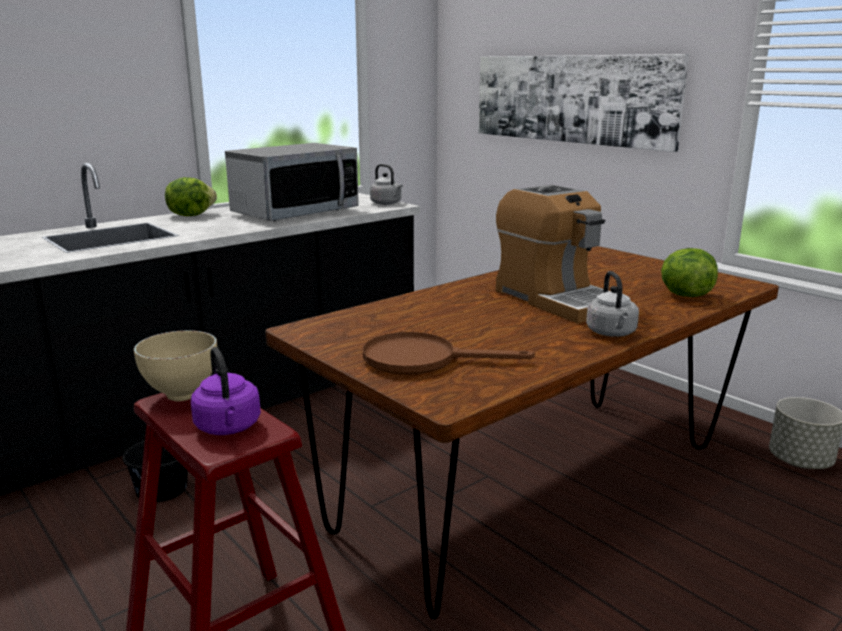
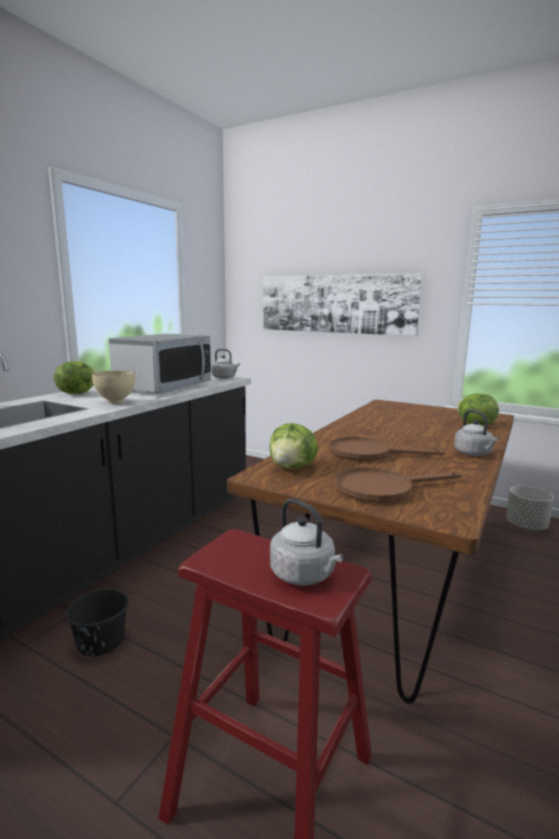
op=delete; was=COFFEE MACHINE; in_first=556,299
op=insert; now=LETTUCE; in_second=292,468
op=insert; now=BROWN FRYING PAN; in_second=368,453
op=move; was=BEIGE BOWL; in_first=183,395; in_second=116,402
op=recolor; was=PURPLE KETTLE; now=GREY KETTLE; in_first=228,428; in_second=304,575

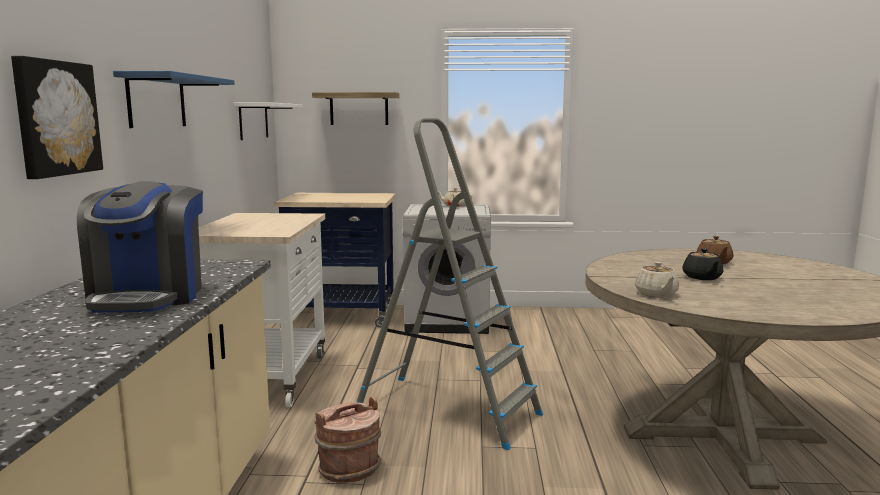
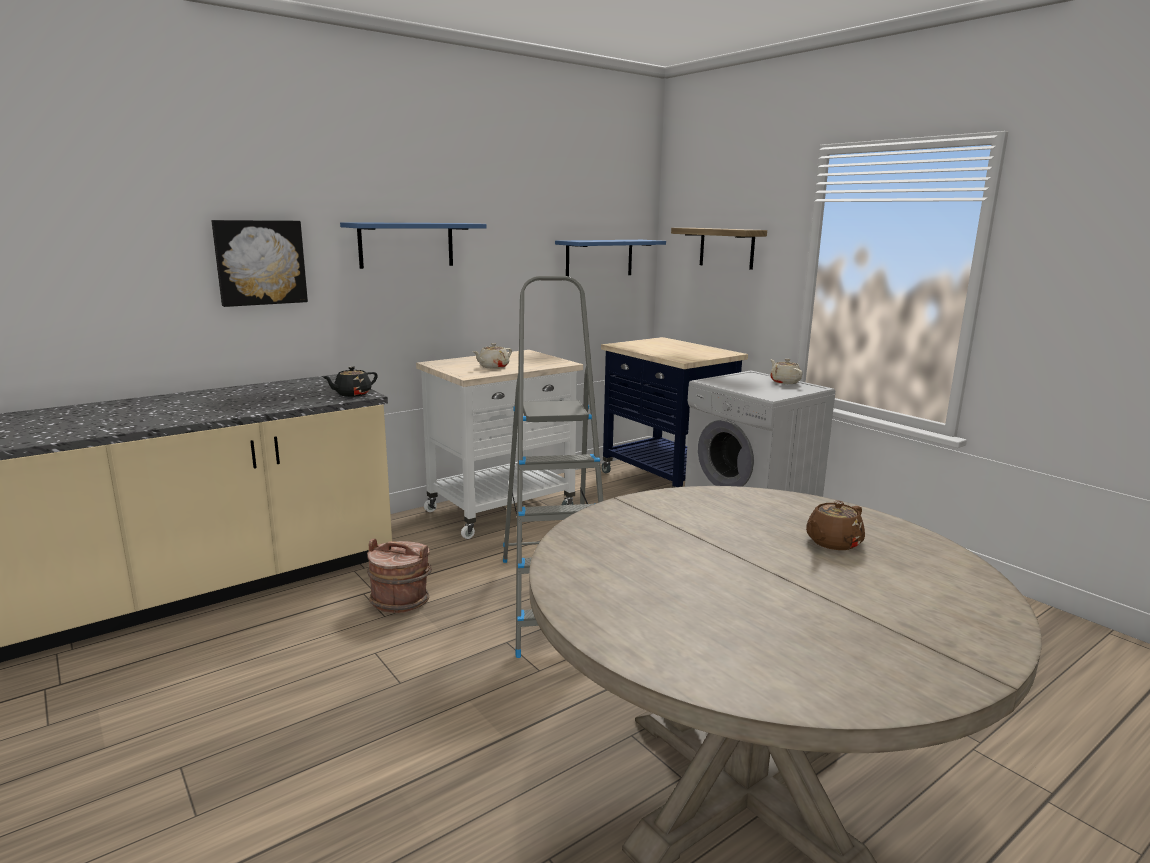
op=delete; was=COFFEE MACHINE; in_first=148,296
op=move; was=BEIGE TEAPOT; in_first=656,294; in_second=493,367
op=move; was=BLACK TEAPOT; in_first=702,278; in_second=352,394
op=recolor; was=WHITE SHELF; now=BLUE SHELF; in_first=253,121; in_second=599,258

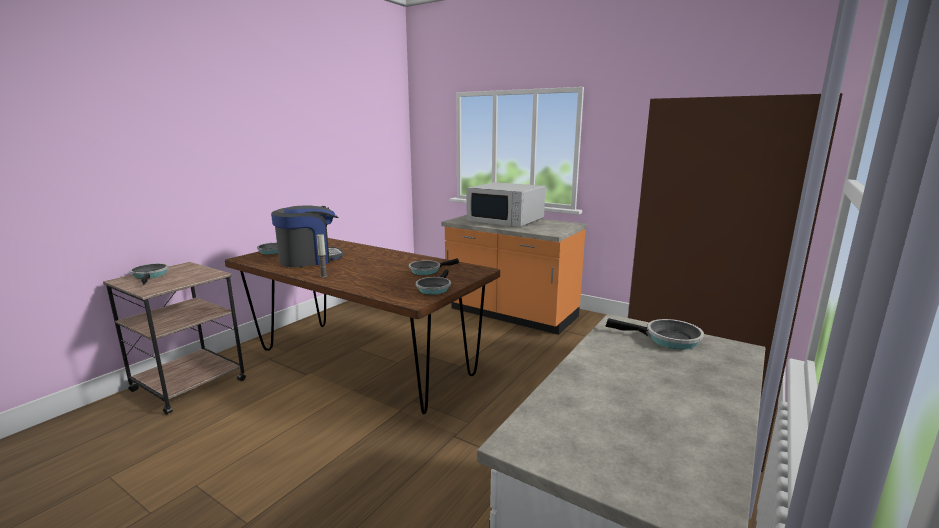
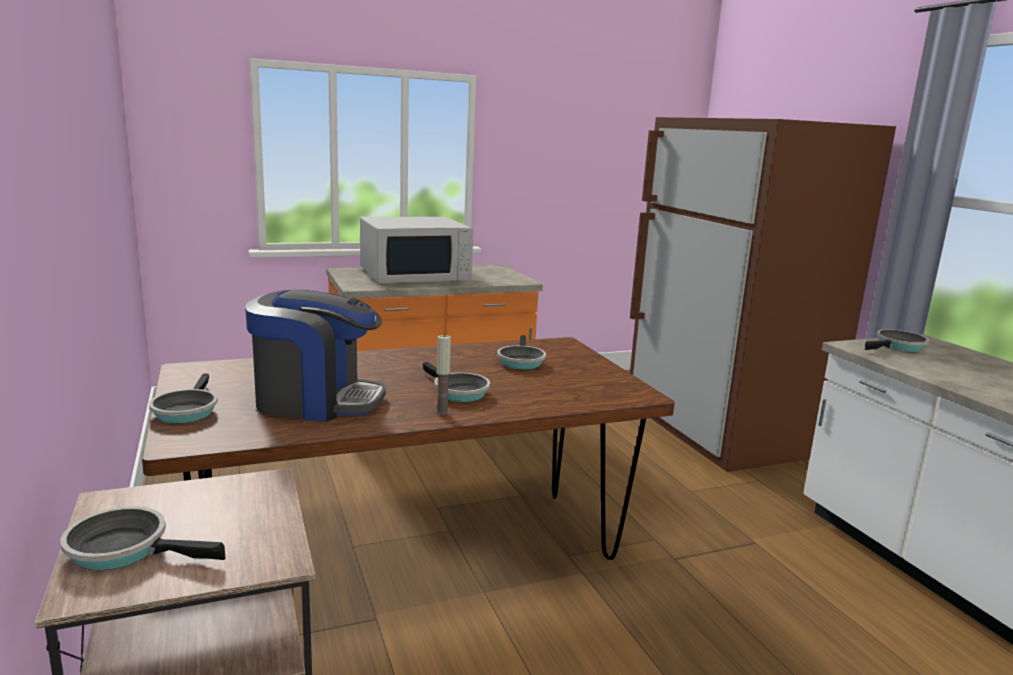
op=move; was=FRYING PAN; in_first=434,288; in_second=458,392
op=rotate; was=COFFEE MACHINE; in_first=309,259; in_second=316,401; clockwise=90

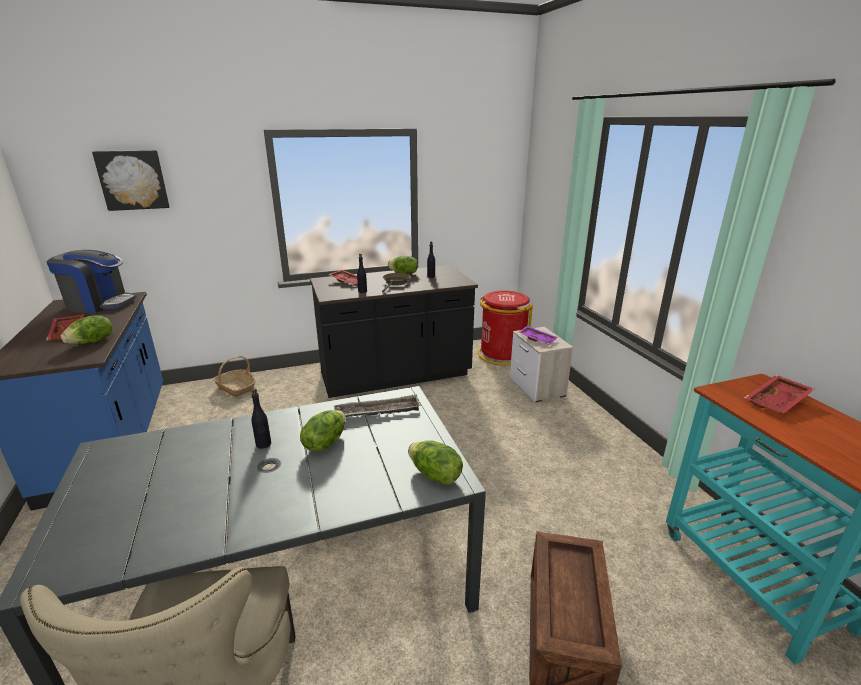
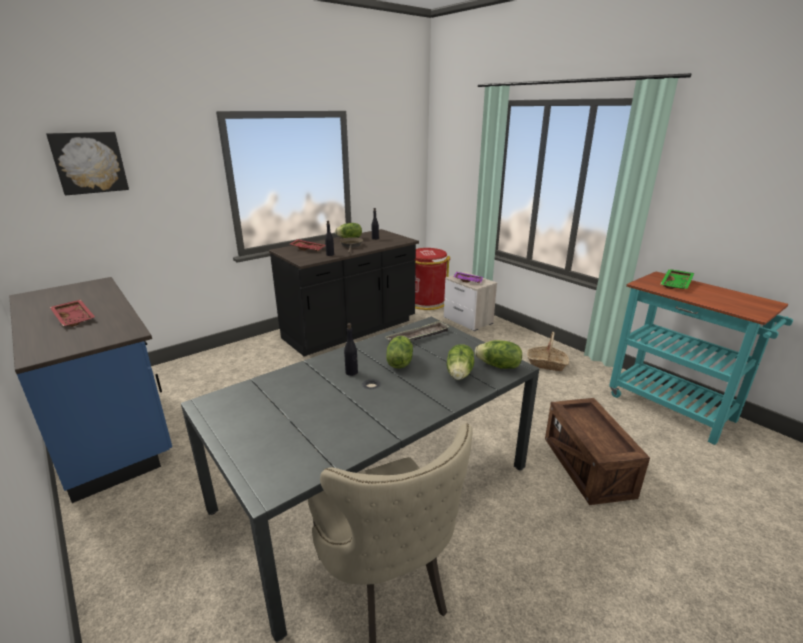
op=delete; was=COFFEE MACHINE; in_first=100,304
op=move; was=LETTUCE; in_first=92,342; in_second=460,374
op=move; was=BASKET; in_first=236,388; in_second=546,364
op=recolor; was=RED TRAY; now=GREEN TRAY; in_first=778,402; in_second=677,284

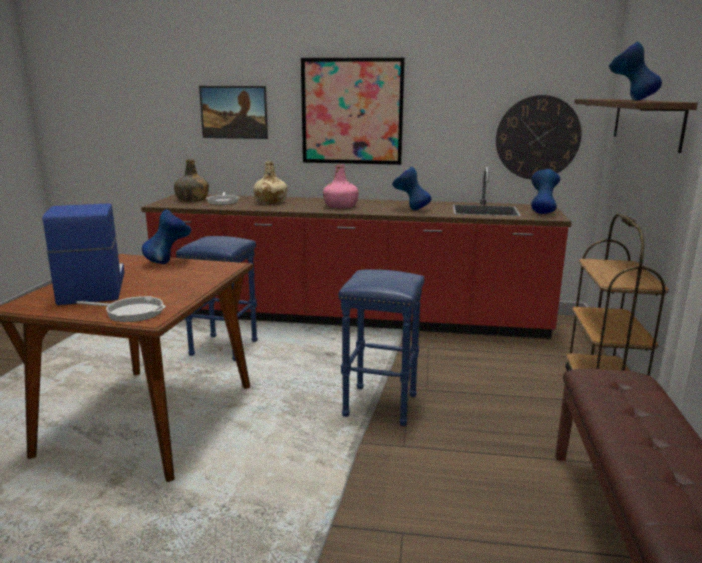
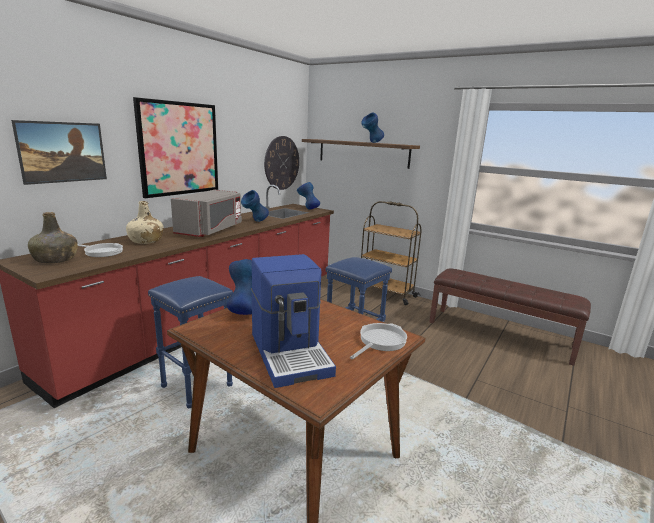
op=replace; was=PINK BOTTLE; now=GREY MICROWAVE; in_first=340,206; in_second=210,230
op=rotate; was=COFFEE MACHINE; in_first=91,288; in_second=291,353; clockwise=-120

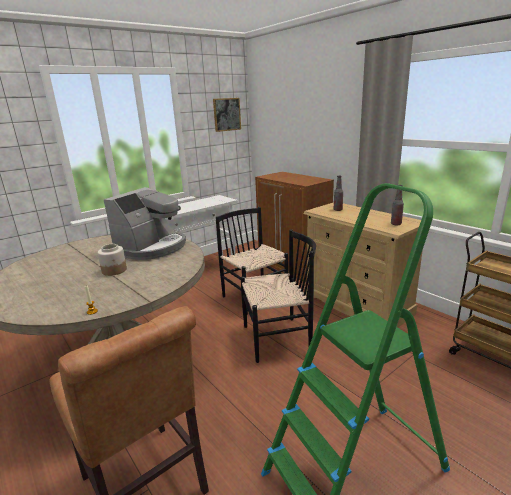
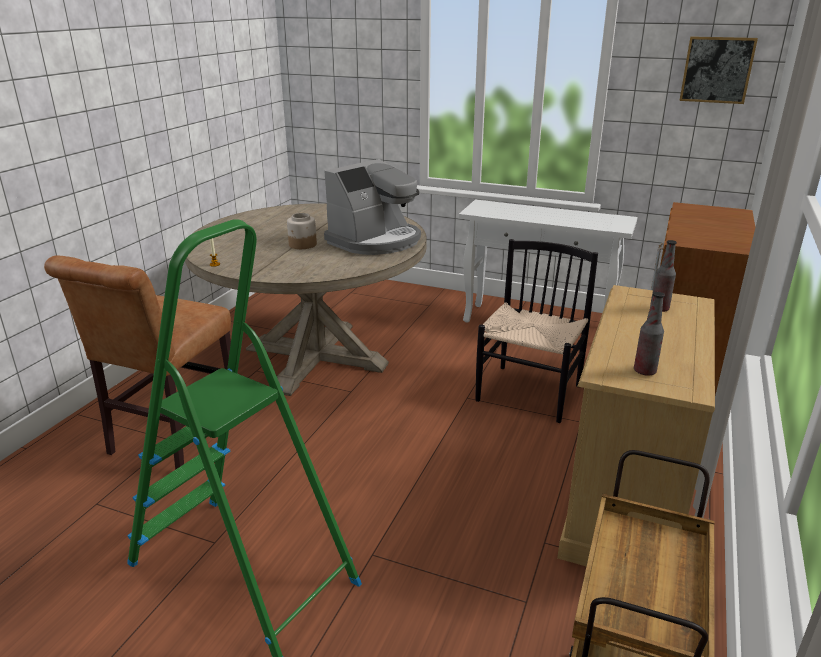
op=delete; was=BLACK CHAIR; in_first=279,339
op=rotate; was=COFFEE MACHINE; in_first=152,248; in_second=375,241; clockwise=-45

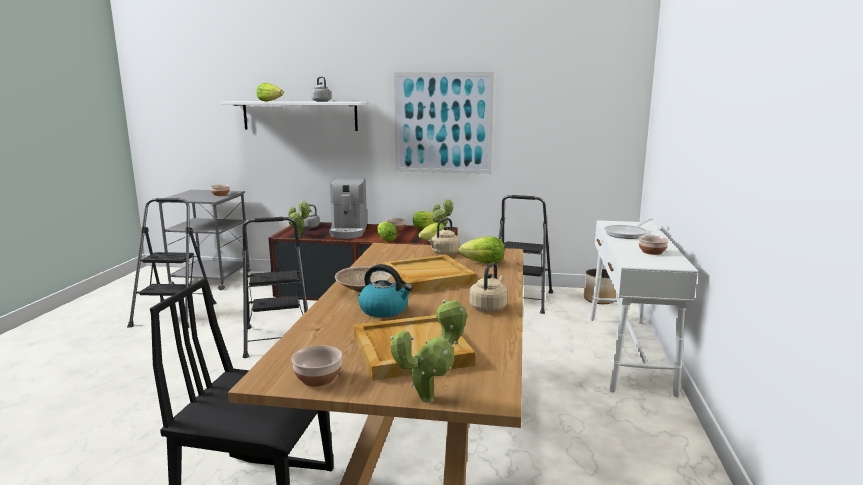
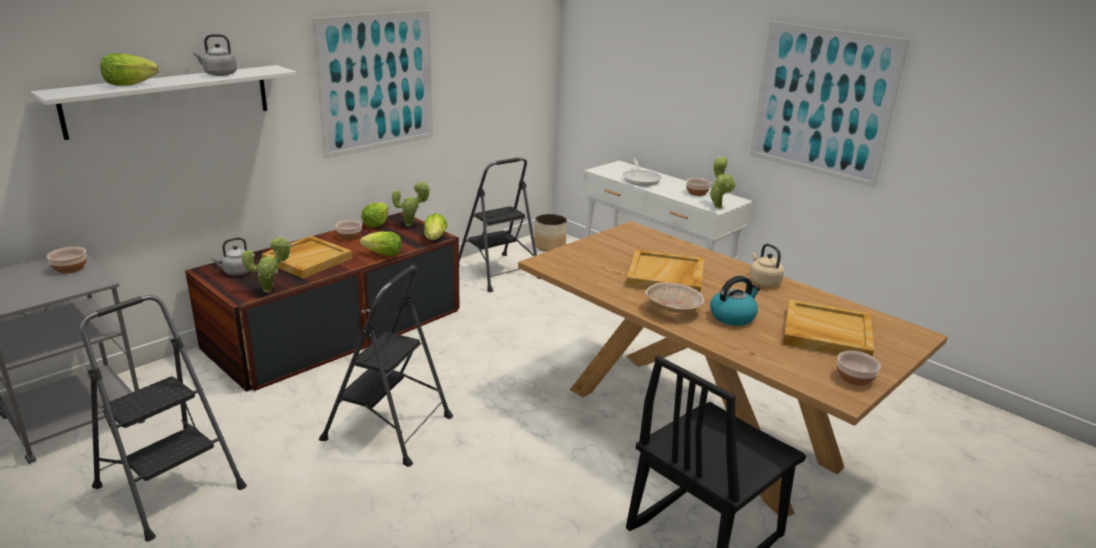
op=delete; was=BEIGE KETTLE; in_first=444,253
op=delete; was=LETTUCE; in_first=484,263
op=insert; now=PICTURE; in_second=822,102
op=move; was=POTTED PLANT; in_first=431,397; in_second=718,206
op=replace; was=COFFEE MACHINE; now=BEIGE TRAY; in_first=348,231; in_second=307,259

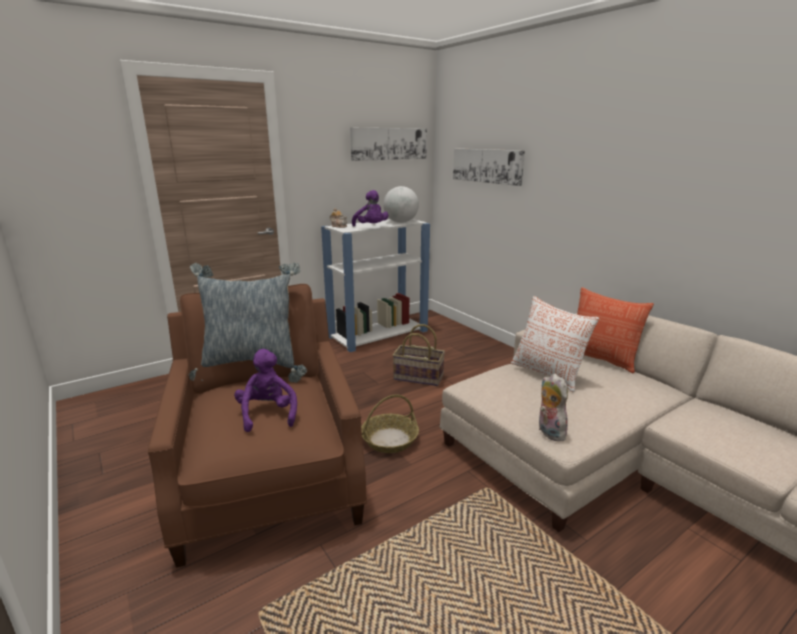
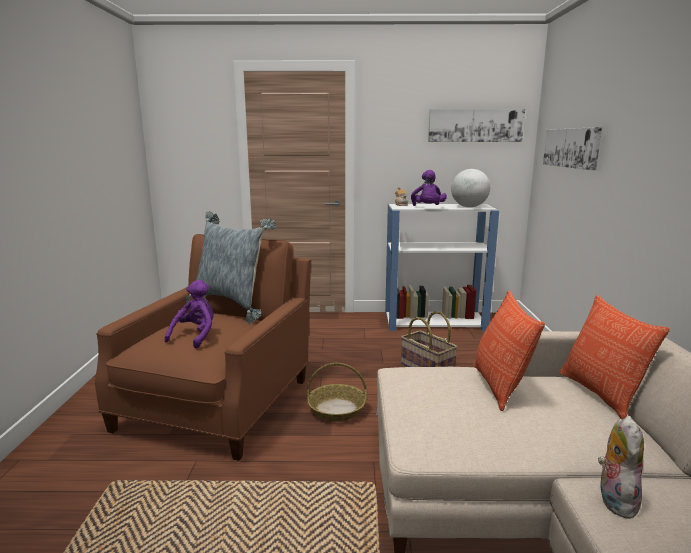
op=move; was=PLUSH TOY; in_first=548,432; in_second=614,499
op=recolor; was=WHITE PILLOW; now=ORANGE PILLOW; in_first=547,374; in_second=500,387

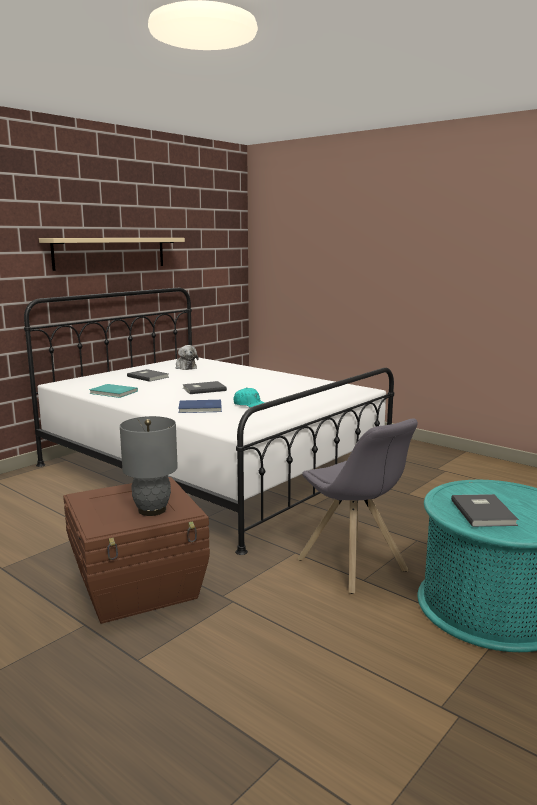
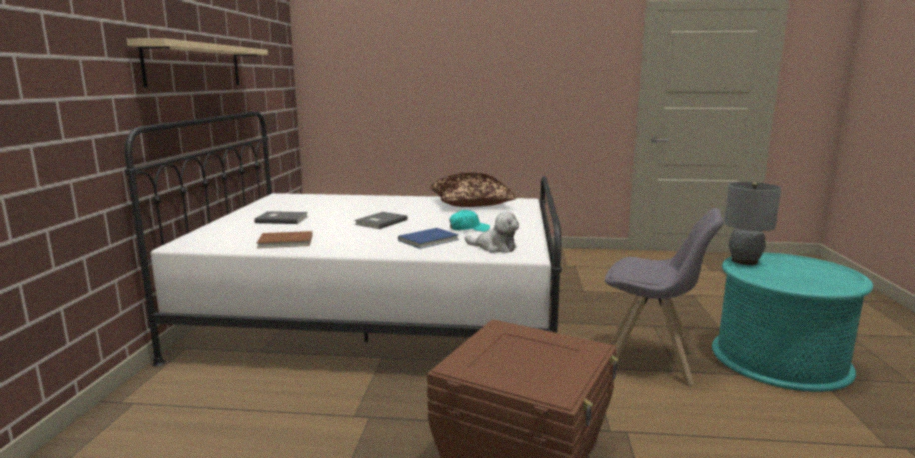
op=delete; was=GREY BOOK; in_first=484,512
op=insert; now=BROWN PILLOW; in_second=471,203
op=move; was=GREY TABLE LAMP; in_first=152,510; in_second=744,261
op=move; was=PLUSH TOY; in_first=185,367; in_second=494,247
op=recolor; was=TURQUOISE BOOK; now=BROWN BOOK; in_first=113,392; in_second=286,242

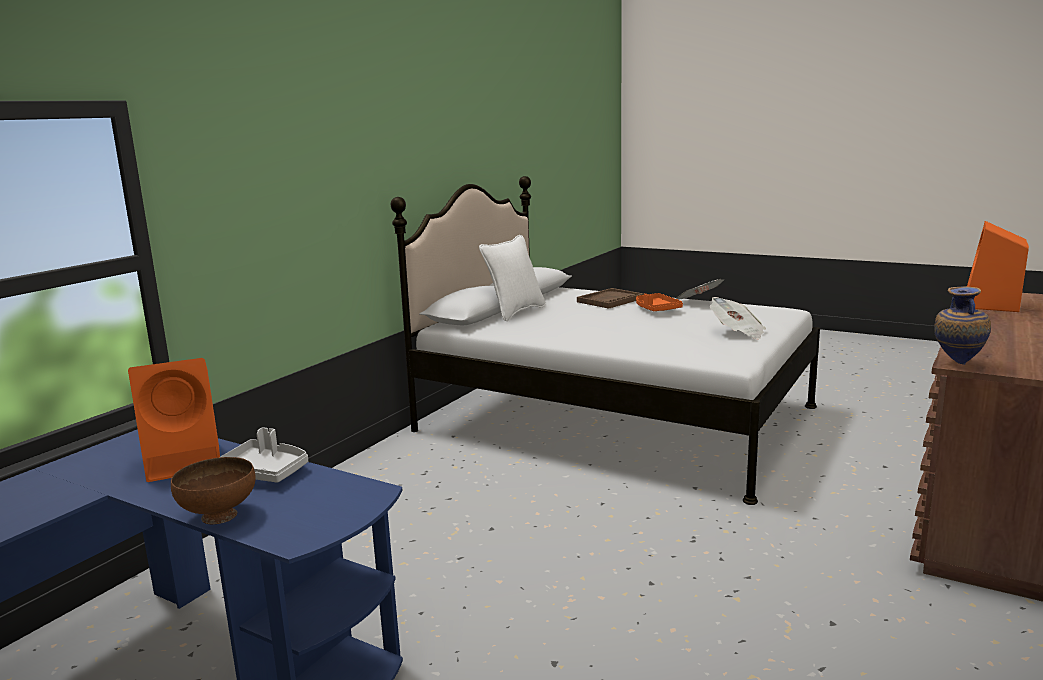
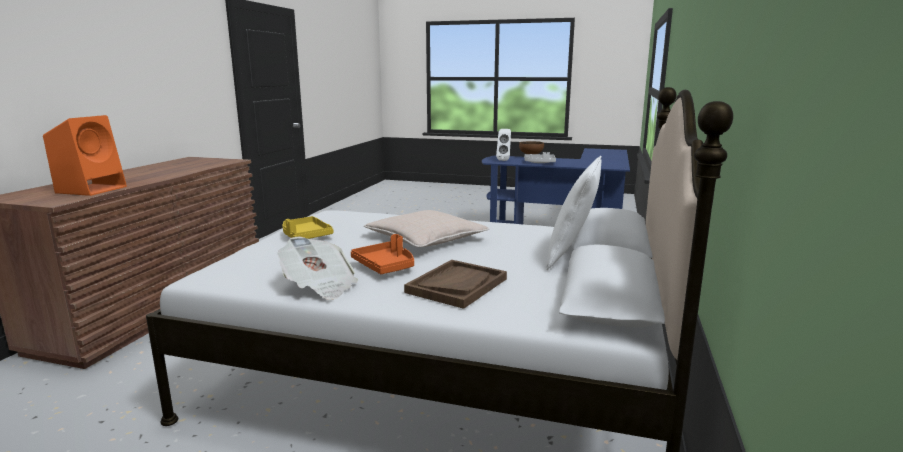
op=delete; was=ORANGE SPEAKER; in_first=187,461
op=delete; was=VASE; in_first=956,363
op=insert; now=BEIGE PILLOW; in_second=426,238
op=insert; now=WHITE SPEAKER; in_second=504,160
op=replace; was=NEWSPAPER; now=YELLOW TRAY; in_first=737,333; in_second=305,236

